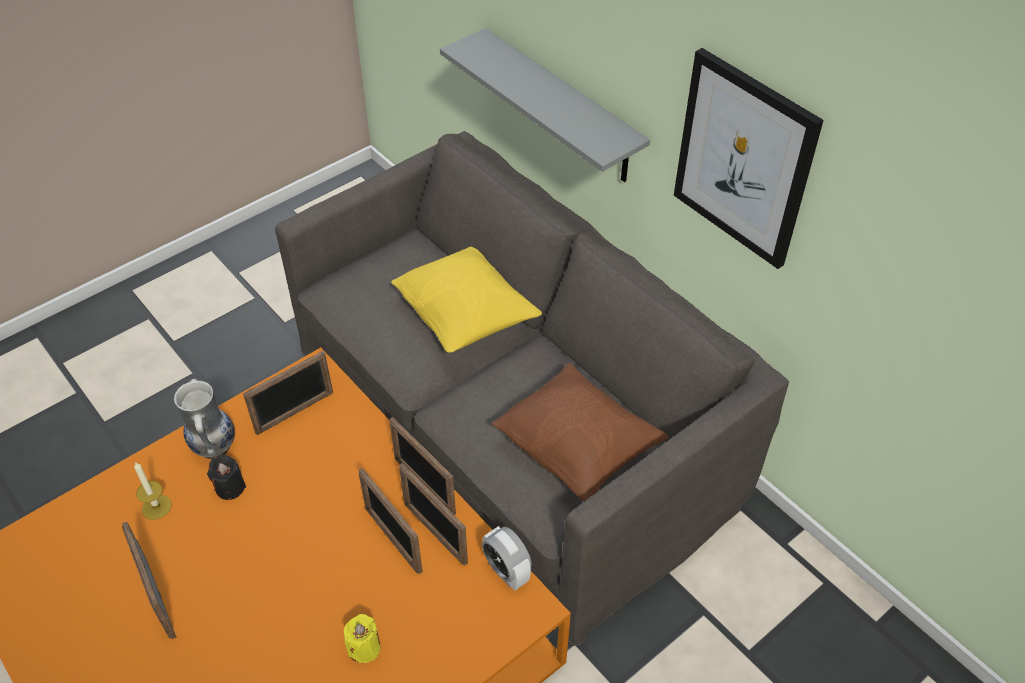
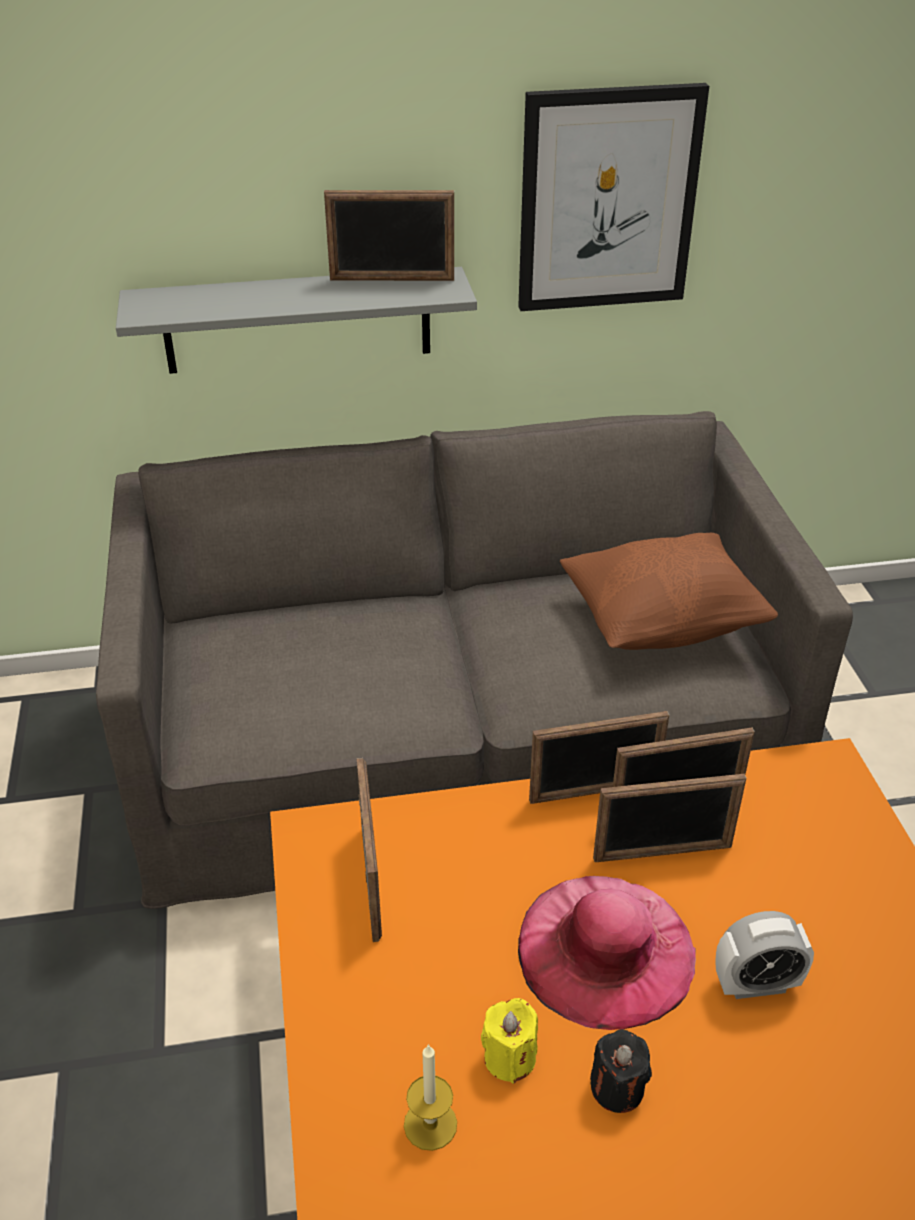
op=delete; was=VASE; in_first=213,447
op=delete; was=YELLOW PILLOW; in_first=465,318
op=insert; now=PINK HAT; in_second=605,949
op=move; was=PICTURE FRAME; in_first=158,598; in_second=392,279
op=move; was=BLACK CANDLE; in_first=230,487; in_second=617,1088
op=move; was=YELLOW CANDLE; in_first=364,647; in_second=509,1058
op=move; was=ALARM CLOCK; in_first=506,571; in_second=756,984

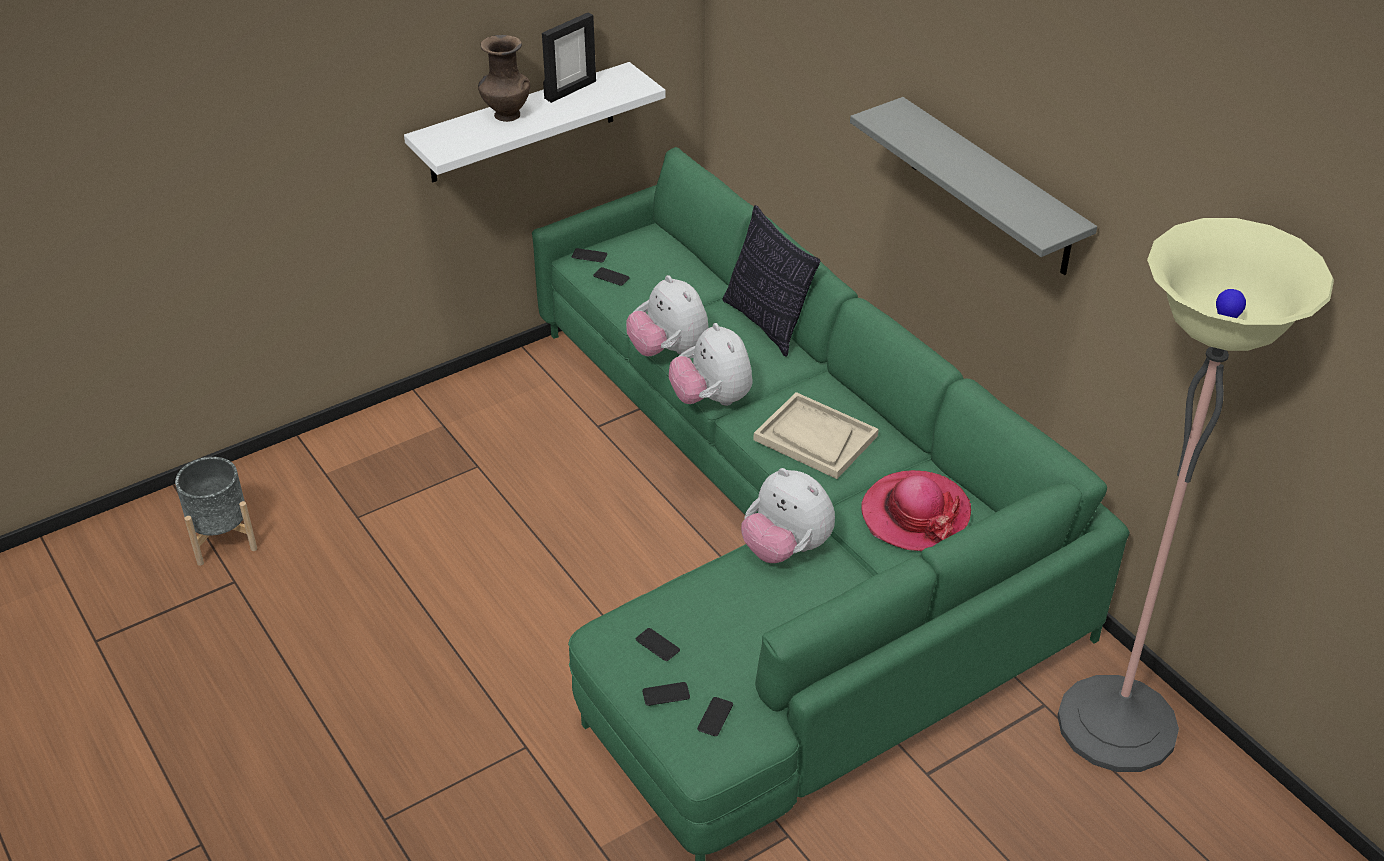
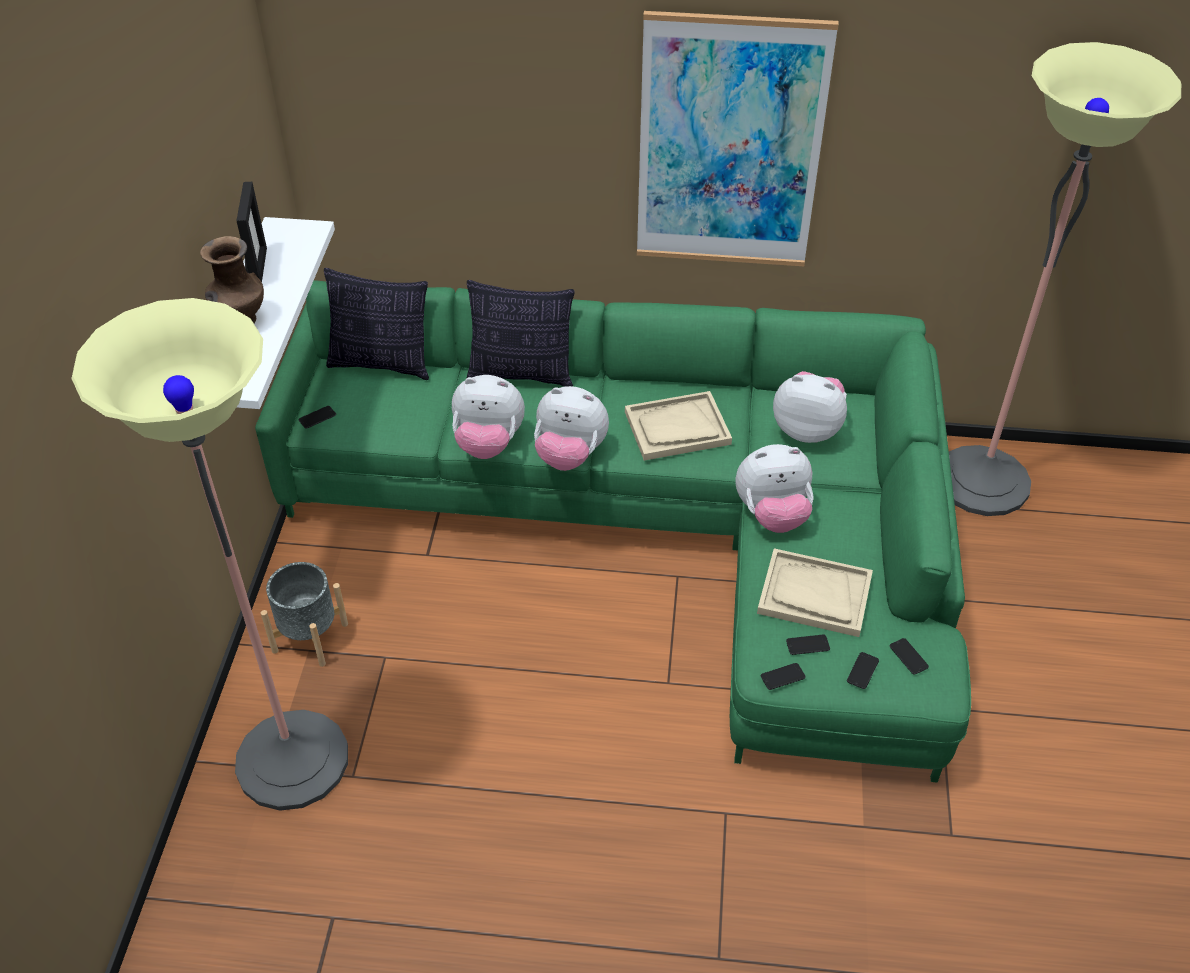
op=insert; now=FLOOR LAMP; in_second=292,760
op=insert; now=PILLOW; in_second=382,364
op=insert; now=BEIGE TRAY; in_second=814,595
op=move; was=GREY PLANTER; in_first=222,539; in_second=310,637
op=move; was=PHONE; in_first=611,277; in_second=782,677
op=replace; was=GREY SHELF; now=PICTURE; in_first=990,188; in_second=729,145
op=replace; was=HAT; now=PLUSH TOY; in_first=915,514; in_second=807,429

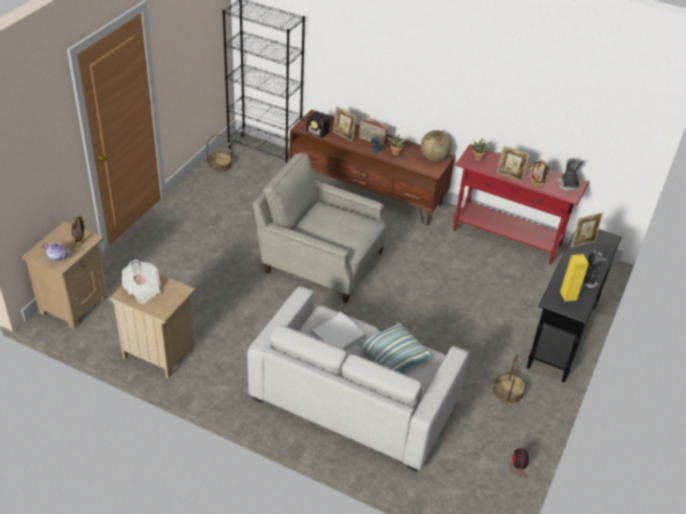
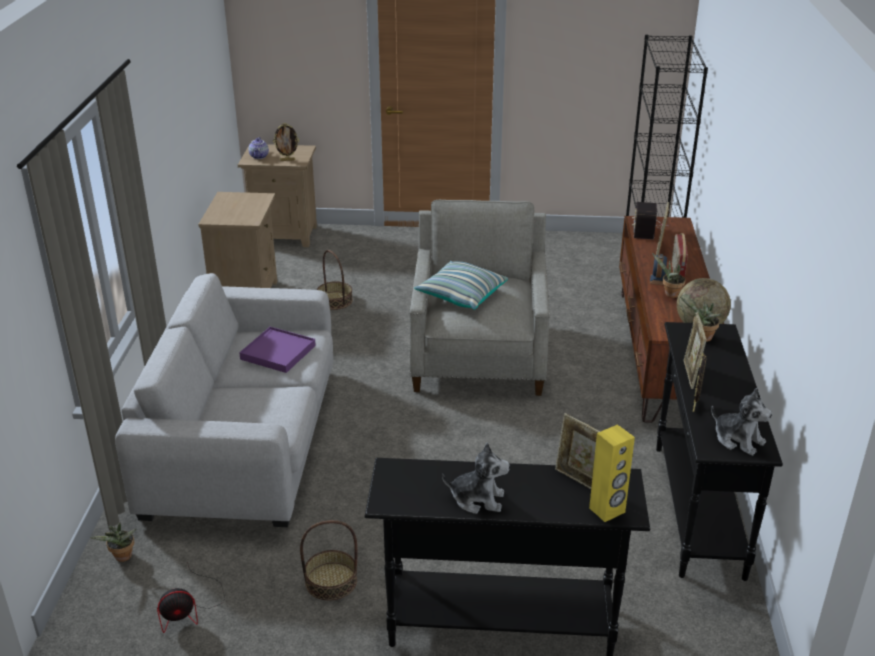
op=delete; was=NEWSPAPER; in_first=142,289
op=insert; now=POTTED PLANT; in_second=122,558
op=move; was=BASKET; in_first=220,165; in_second=335,300
op=move; was=PILLOW; in_first=393,356; in_second=461,295
op=move; was=YELLOW SPEAKER; in_first=568,296; in_second=607,510
op=recolor; was=WHITE TRAY; now=PURPLE TRAY; in_first=338,335; in_second=278,352
op=recolor; was=RED CONSOLE TABLE; now=BLACK CONSOLE TABLE; in_first=507,238; in_second=697,510
op=rotate; was=PLUSH TOY; in_first=568,185; in_second=738,440; clockwise=75

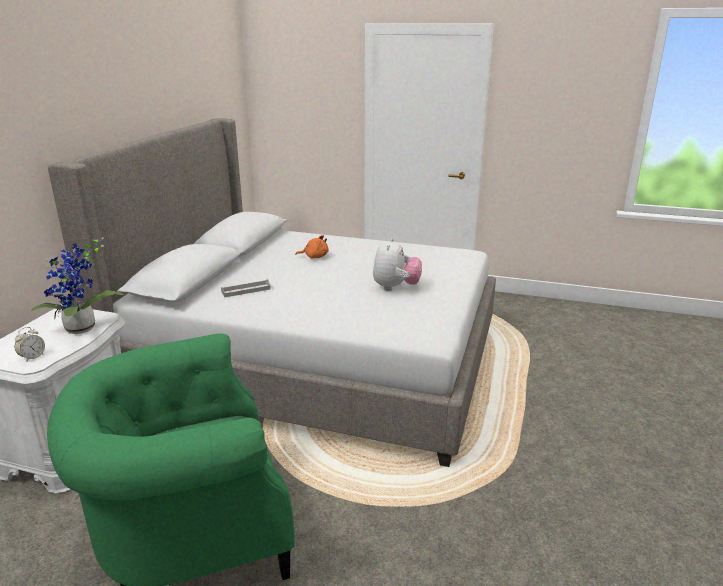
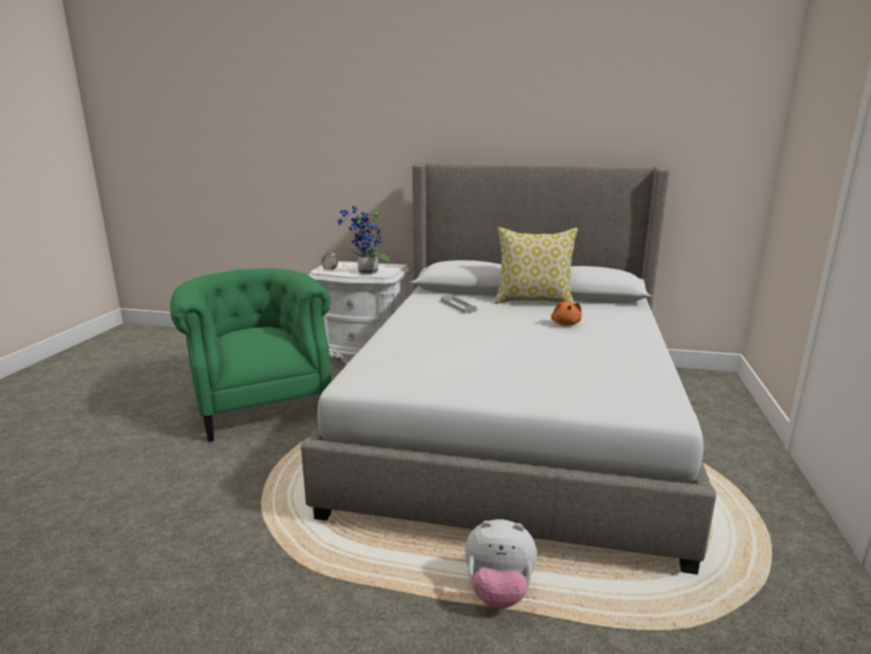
op=insert; now=PILLOW; in_second=534,301
op=move; was=PLUSH TOY; in_first=395,287; in_second=499,592

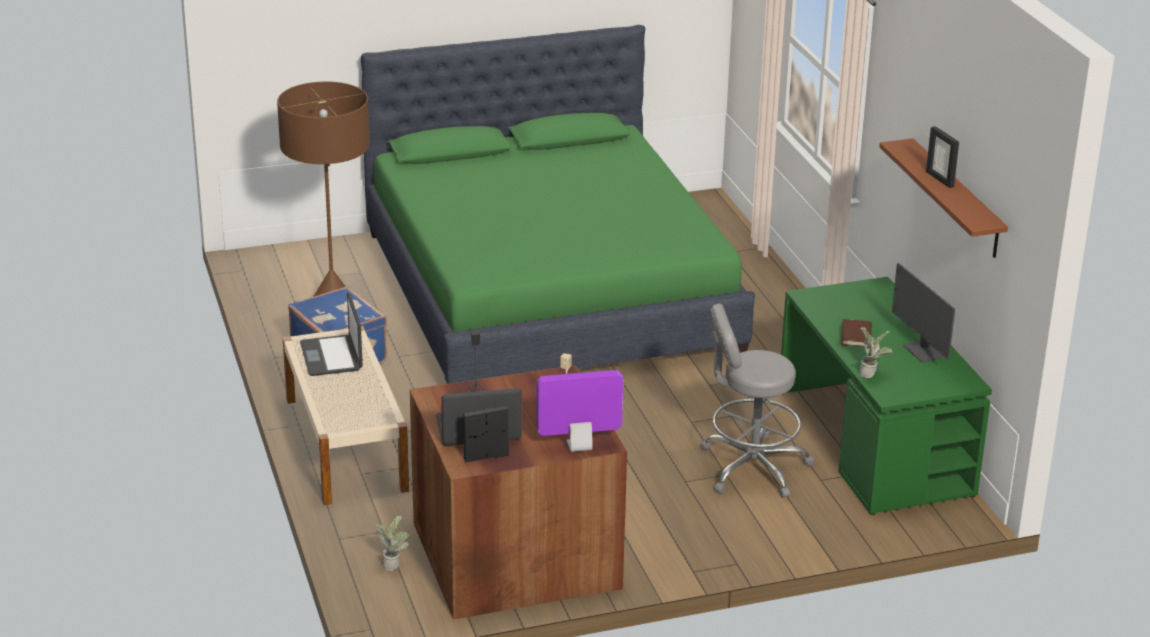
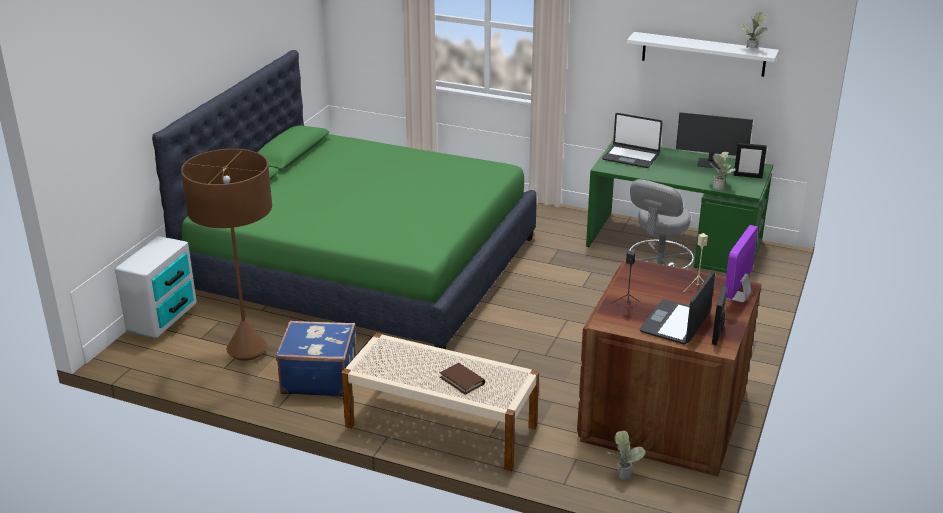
op=insert; now=WHITE NIGHTSTAND; in_second=164,321
op=insert; now=POTTED PLANT; in_second=751,50
op=move; was=LAPTOP; in_first=332,357; in_second=631,157
op=move; was=BROWN BOOK; in_first=856,336; in_second=462,380
op=move; was=PICTURE FRAME; in_first=940,179; in_second=747,176
op=recolor; was=BROWN SHELF; now=WHITE SHELF; in_first=956,199; in_second=703,54

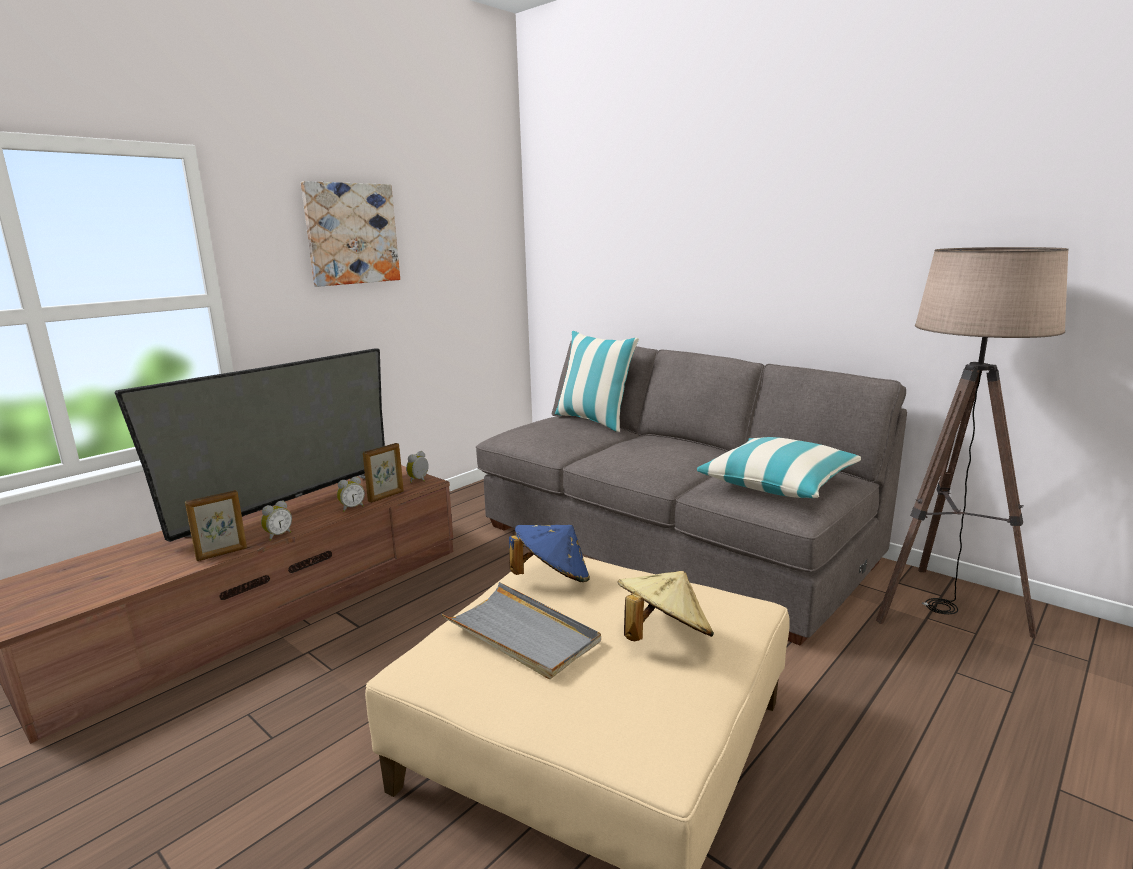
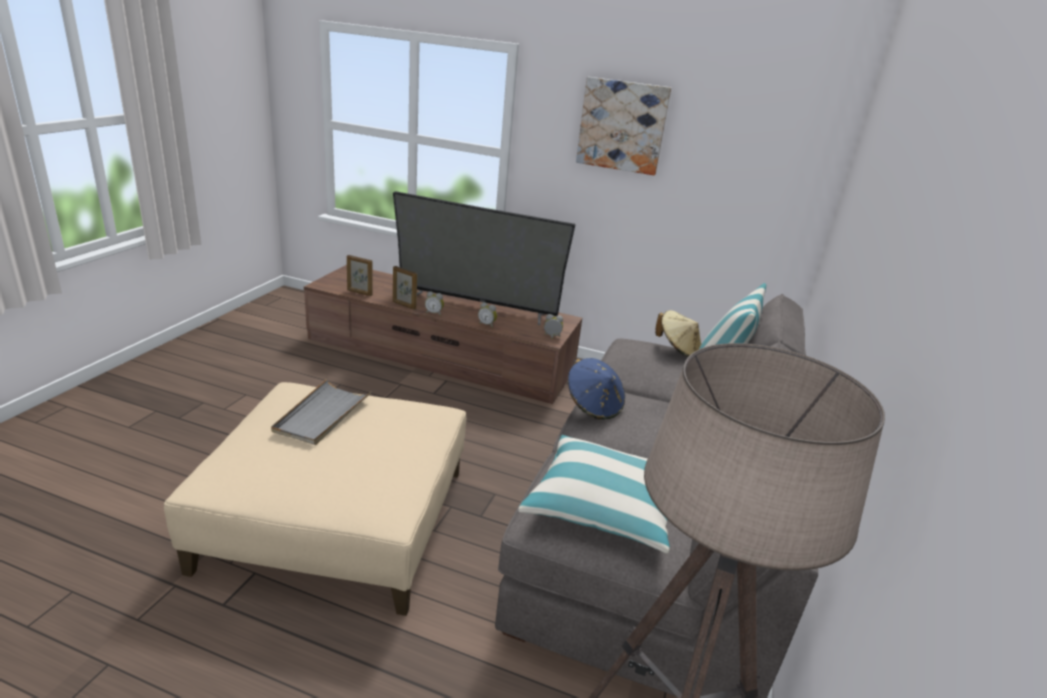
op=move; was=PICTURE FRAME; in_first=386,496; in_second=359,293
op=move; was=BLUE HAT; in_first=552,578; in_second=593,406
op=move; was=BEIGE HAT; in_first=663,636; in_second=677,349

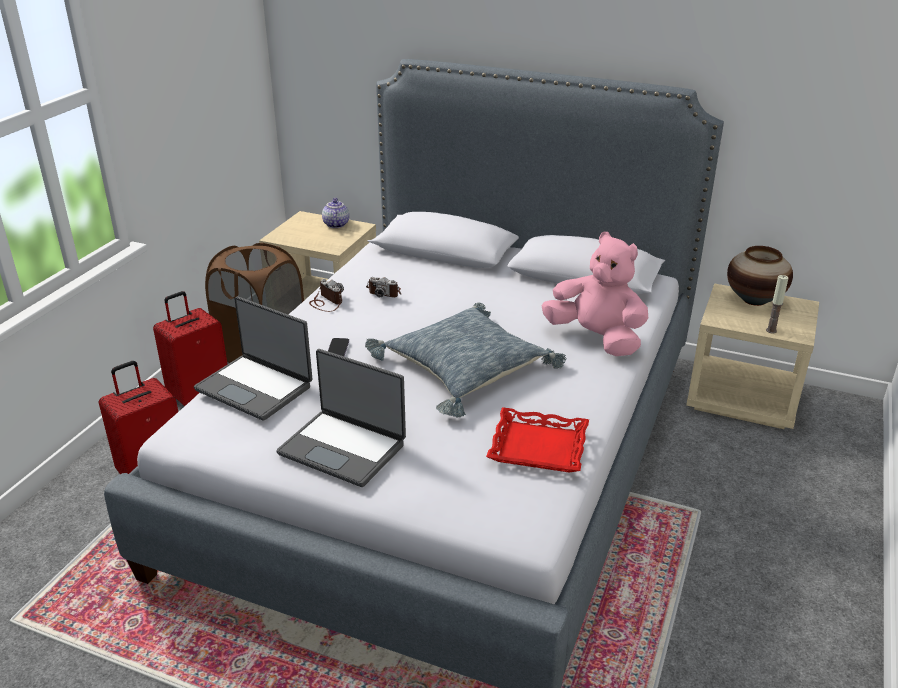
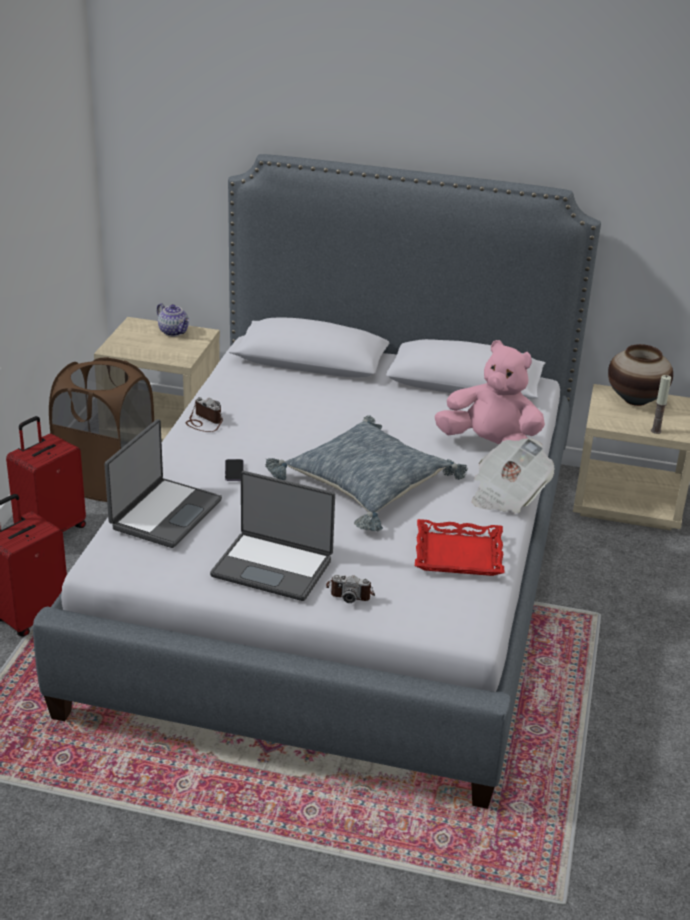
op=insert; now=NEWSPAPER; in_second=507,495
op=move; was=PHOTO CAMERA; in_first=385,292; in_second=350,592
op=rotate; was=LAPTOP; in_first=255,387; in_second=164,514; clockwise=-90
op=rotate; was=TEAPOT; in_first=335,224; in_second=174,332; clockwise=150

